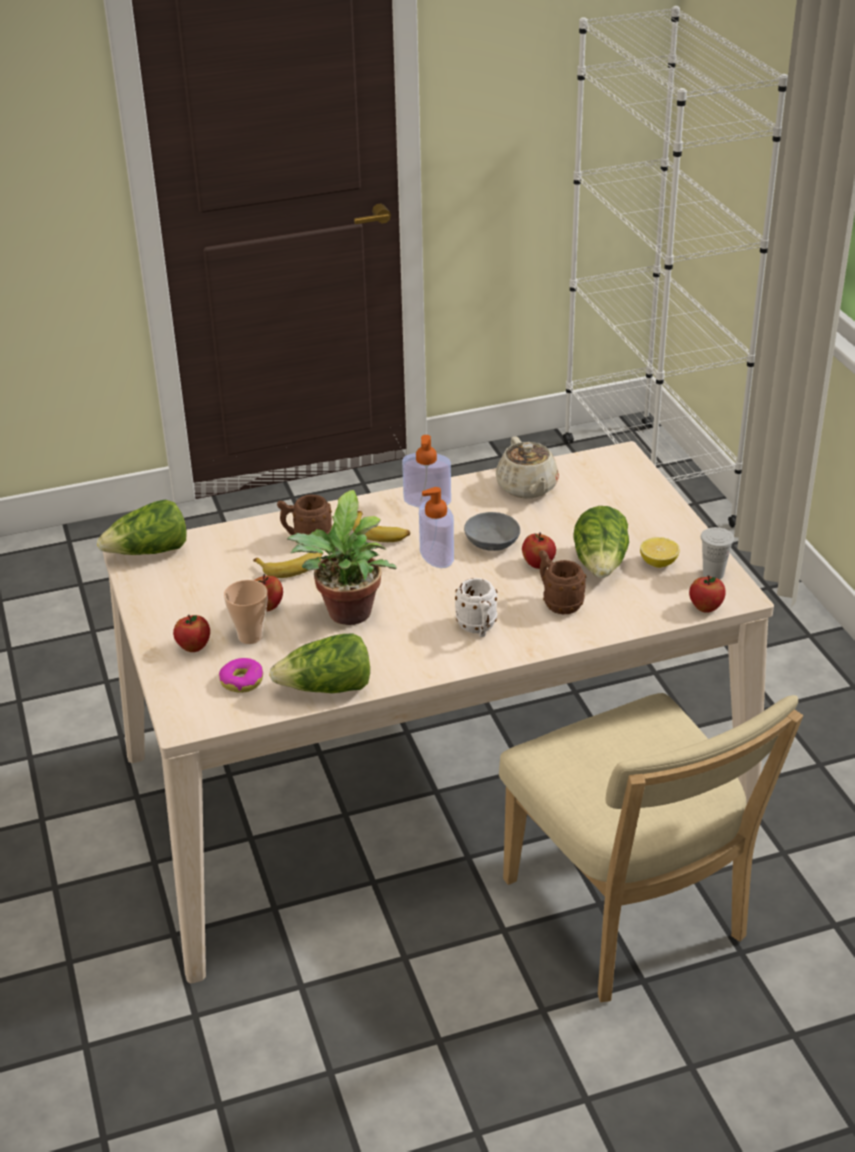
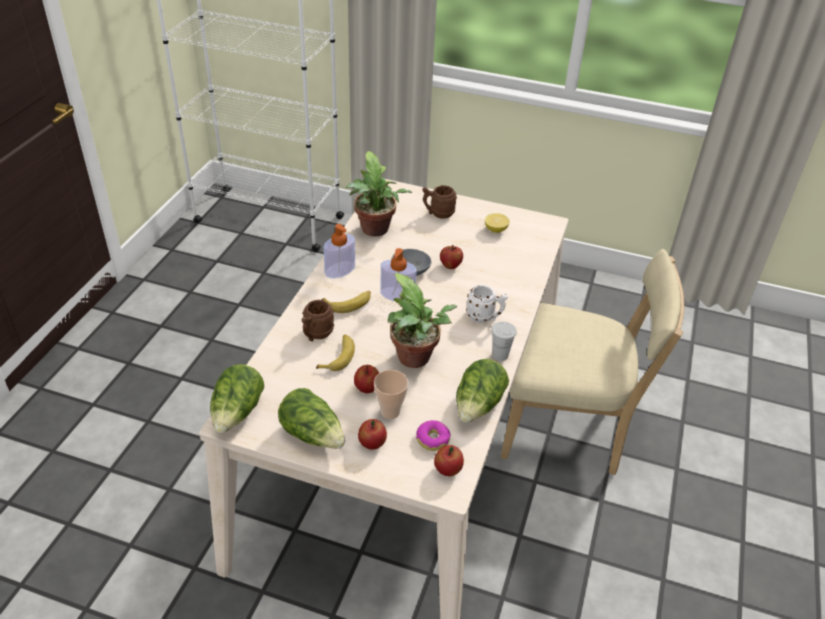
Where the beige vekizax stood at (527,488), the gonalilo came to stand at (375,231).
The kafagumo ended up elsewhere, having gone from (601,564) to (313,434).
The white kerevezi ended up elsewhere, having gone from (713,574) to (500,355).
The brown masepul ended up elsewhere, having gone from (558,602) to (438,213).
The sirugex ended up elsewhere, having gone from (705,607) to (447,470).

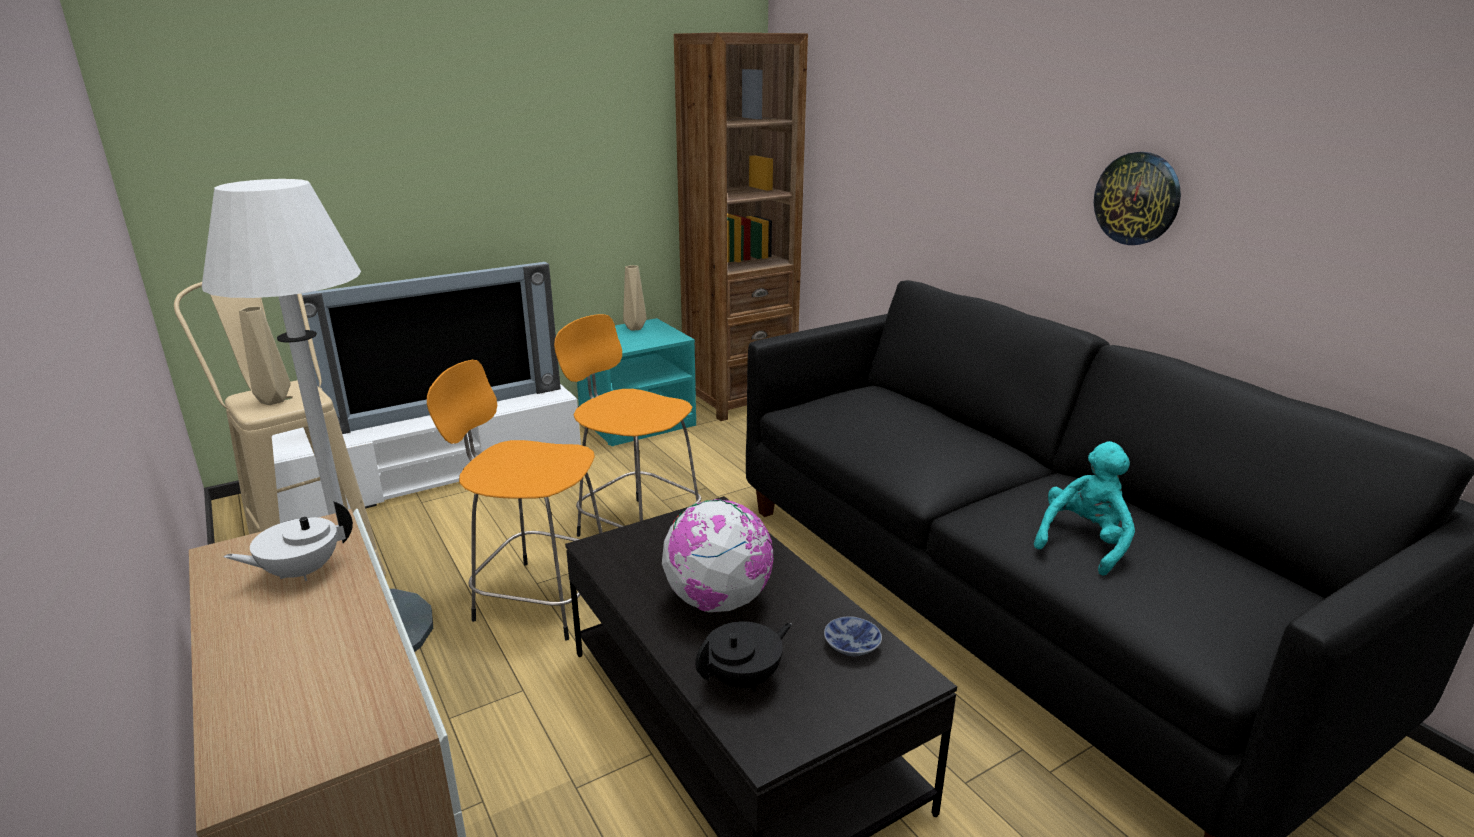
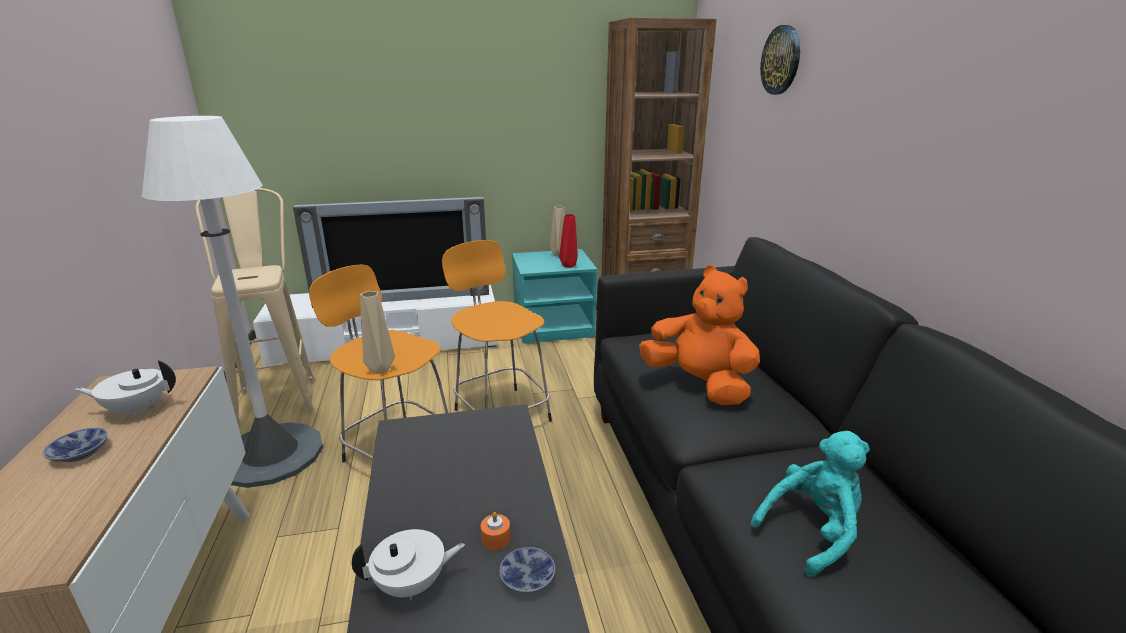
The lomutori ended up elsewhere, having gone from (1137,198) to (781,60).
The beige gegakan ended up elsewhere, having gone from (275,400) to (382,369).
The second view lost the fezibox at (718,601).
What was the black vekizax at (744,679) turned into the white vekizax at (412,585).
The second view gained the red gegakan at (568,266).
The second view gained the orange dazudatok at (699,384).
The second view gained the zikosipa at (82,452).
The second view gained the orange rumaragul at (496,539).

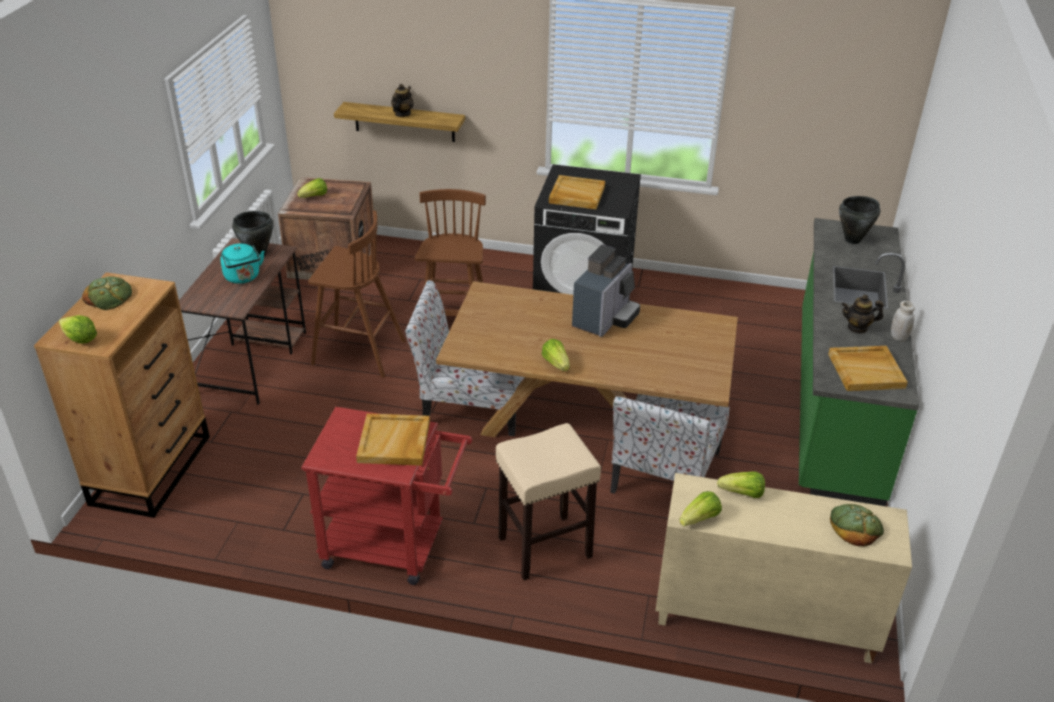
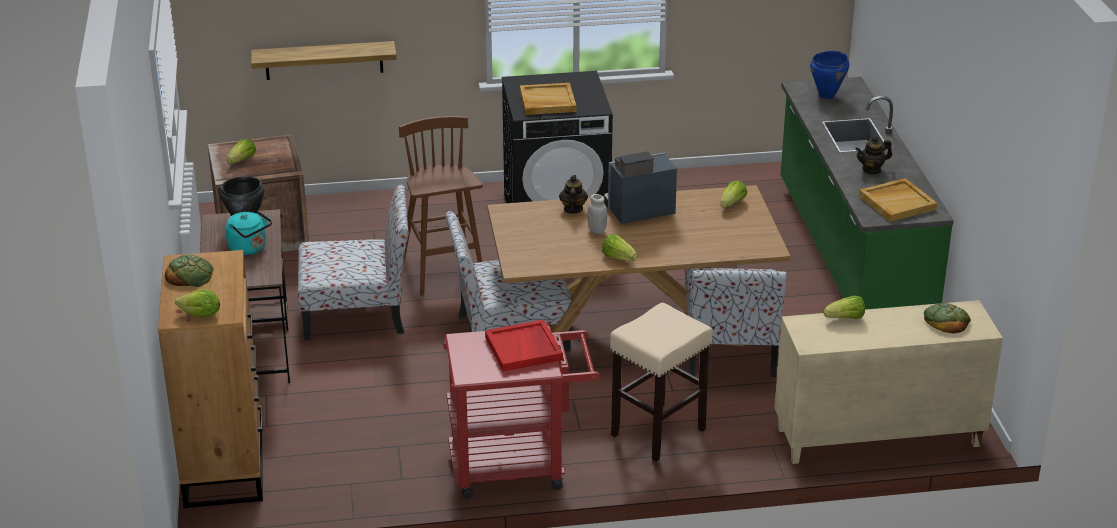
The vekizax ended up elsewhere, having gone from (402,114) to (573,209).
What was the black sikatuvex at (853,240) turned into the blue sikatuvex at (827,95).
Where the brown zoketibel stood at (357,352), the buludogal came to stand at (357,313).
The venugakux at (605,318) ended up facing another way, 120 degrees counterclockwise from before.
The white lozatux ended up elsewhere, having gone from (898,337) to (597,230).
What was the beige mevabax at (394,442) turned into the red mevabax at (524,348).
The kafagumo ended up elsewhere, having gone from (700,519) to (732,204).

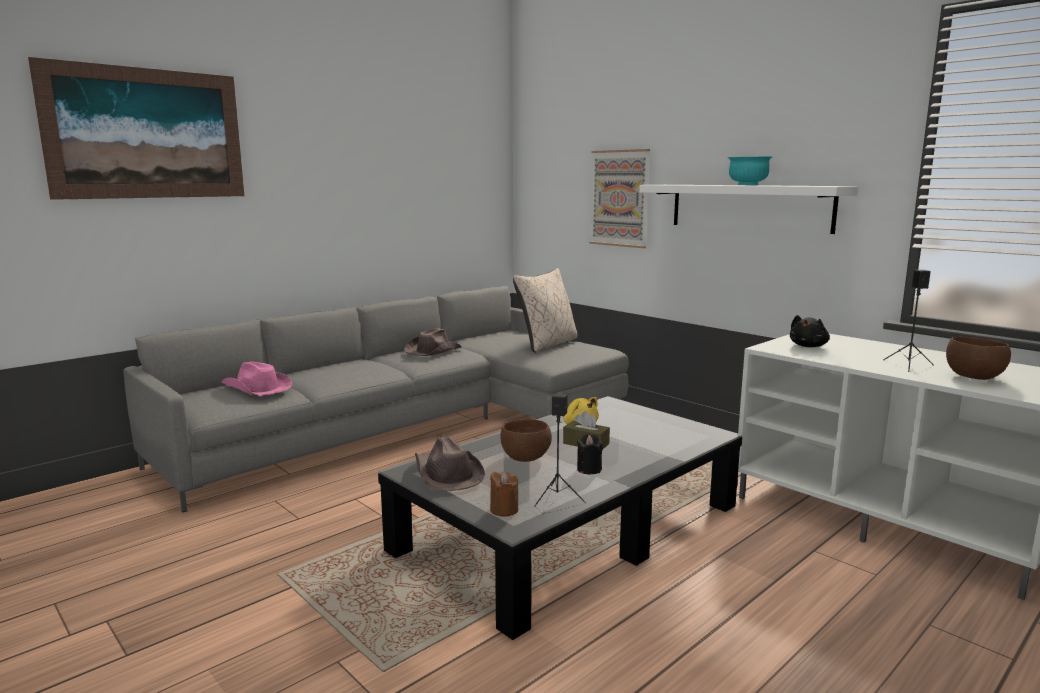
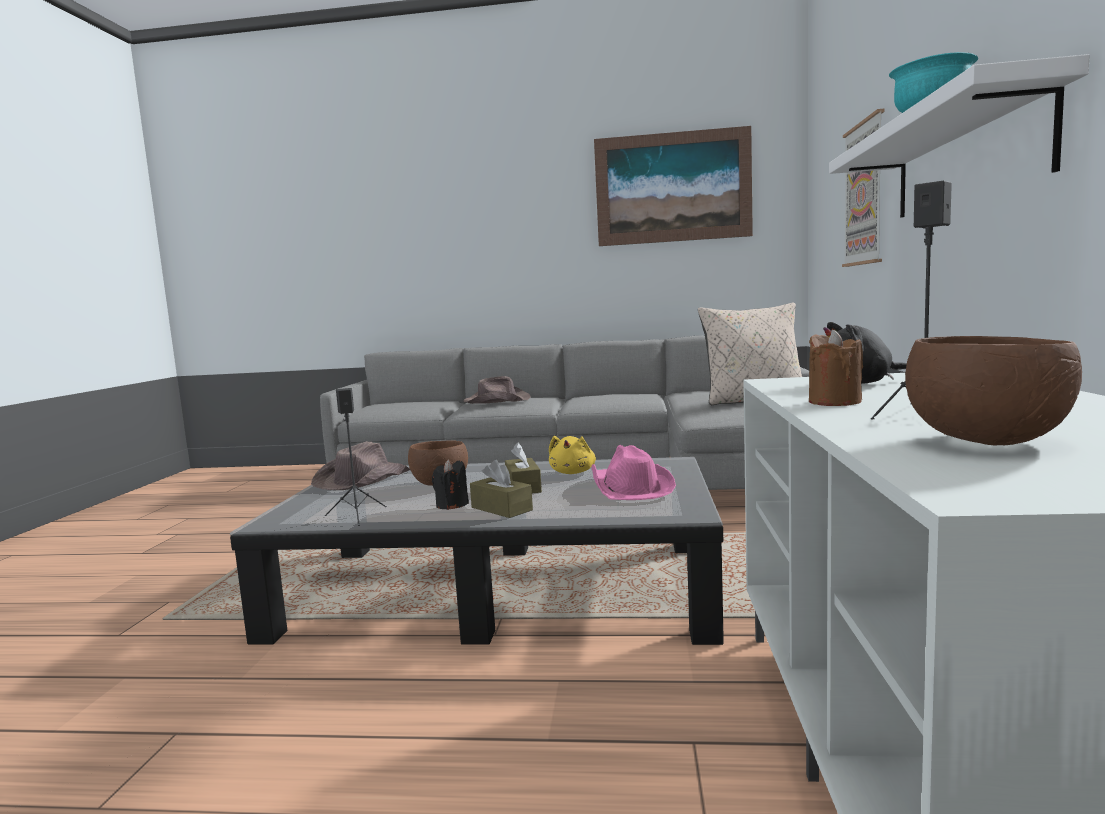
The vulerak ended up elsewhere, having gone from (147,134) to (672,187).
The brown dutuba ended up elsewhere, having gone from (432,350) to (496,400).
The pink dutuba ended up elsewhere, having gone from (256,388) to (629,488).
The brown rumaragul ended up elsewhere, having gone from (504,510) to (834,402).
The second view gained the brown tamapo at (501,508).

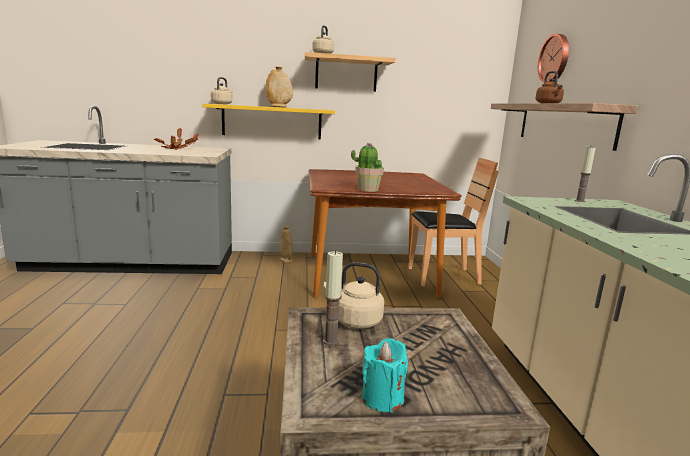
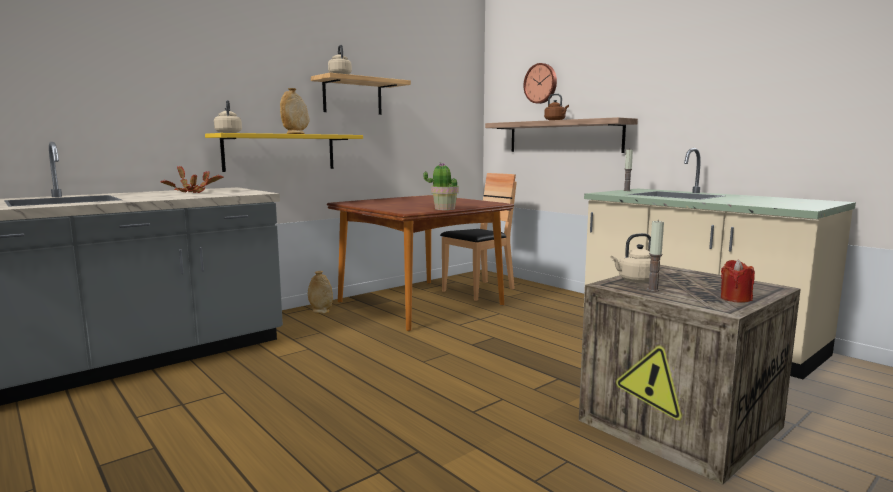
What was the turquoise rumaragul at (382,398) turned into the red rumaragul at (735,299).

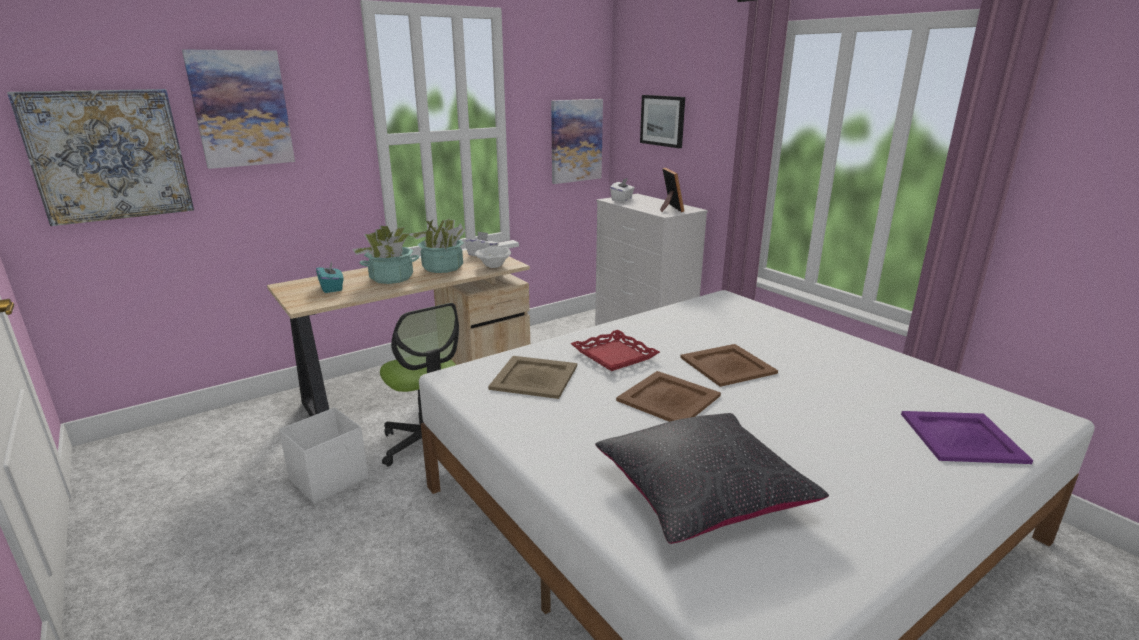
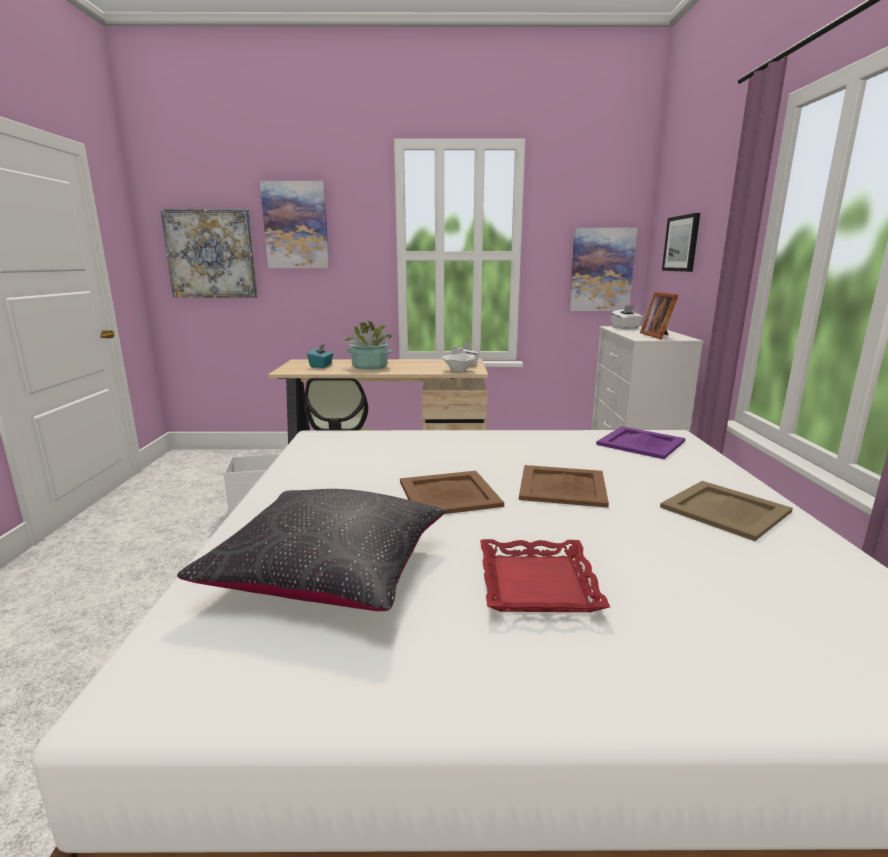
The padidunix at (669,208) ended up facing another way, 150 degrees clockwise from before.
The second view lost the gonalilo at (443,267).
The red mevabax ended up elsewhere, having gone from (613,355) to (536,583).
The beige mevabax ended up elsewhere, having gone from (534,377) to (725,510).
The purple mevabax ended up elsewhere, having gone from (961,438) to (640,443).

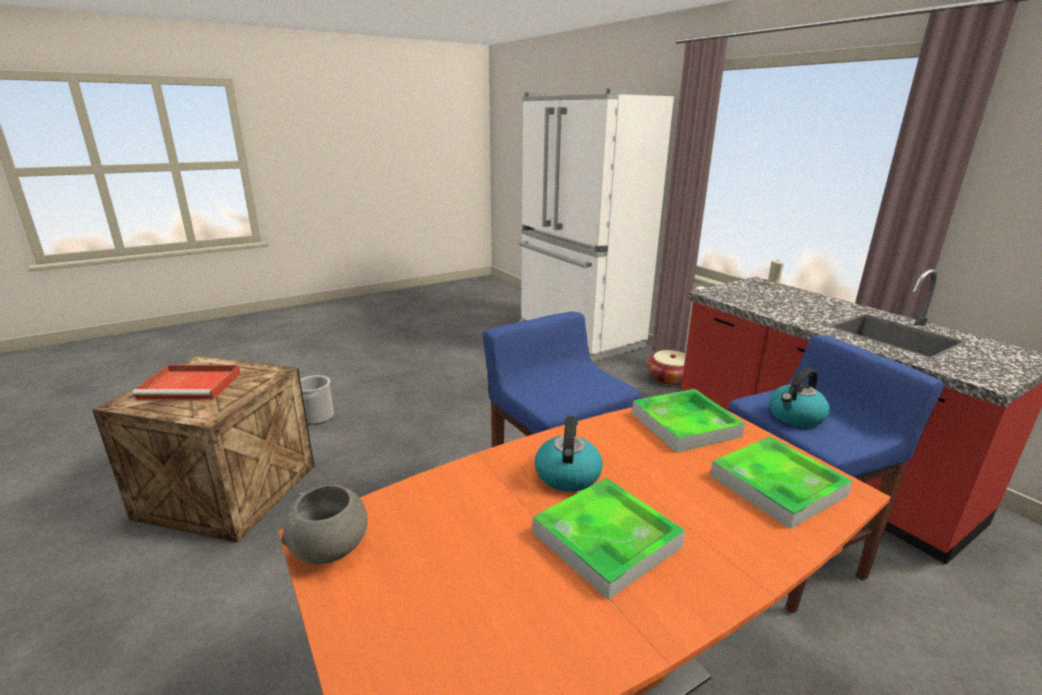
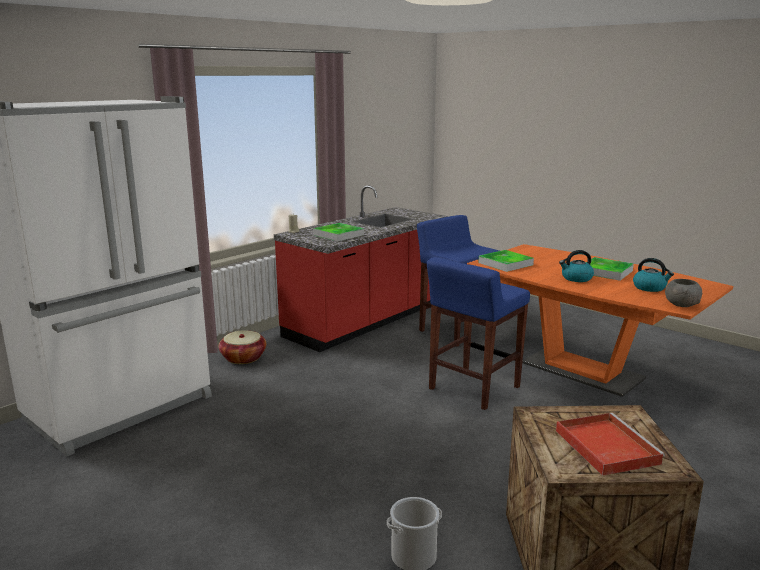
The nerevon ended up elsewhere, having gone from (795,417) to (650,288).
The mevabax ended up elsewhere, having gone from (777,485) to (338,235).

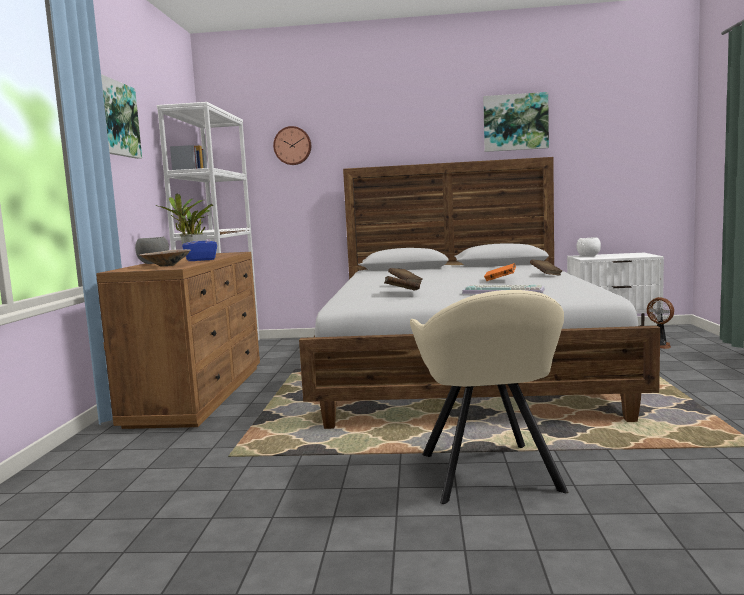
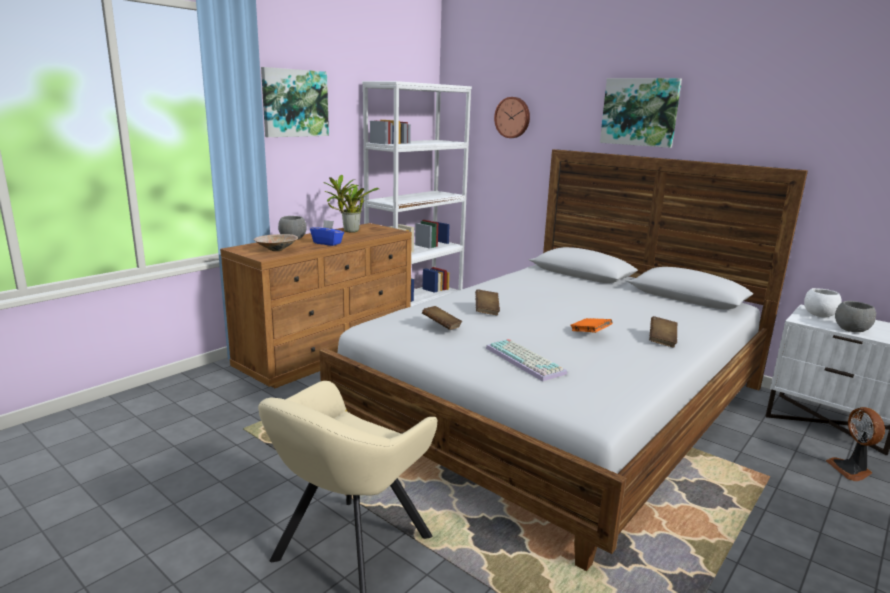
The vulerak ended up elsewhere, having gone from (515,122) to (640,112).
The second view gained the grey zikosipa at (850,329).

